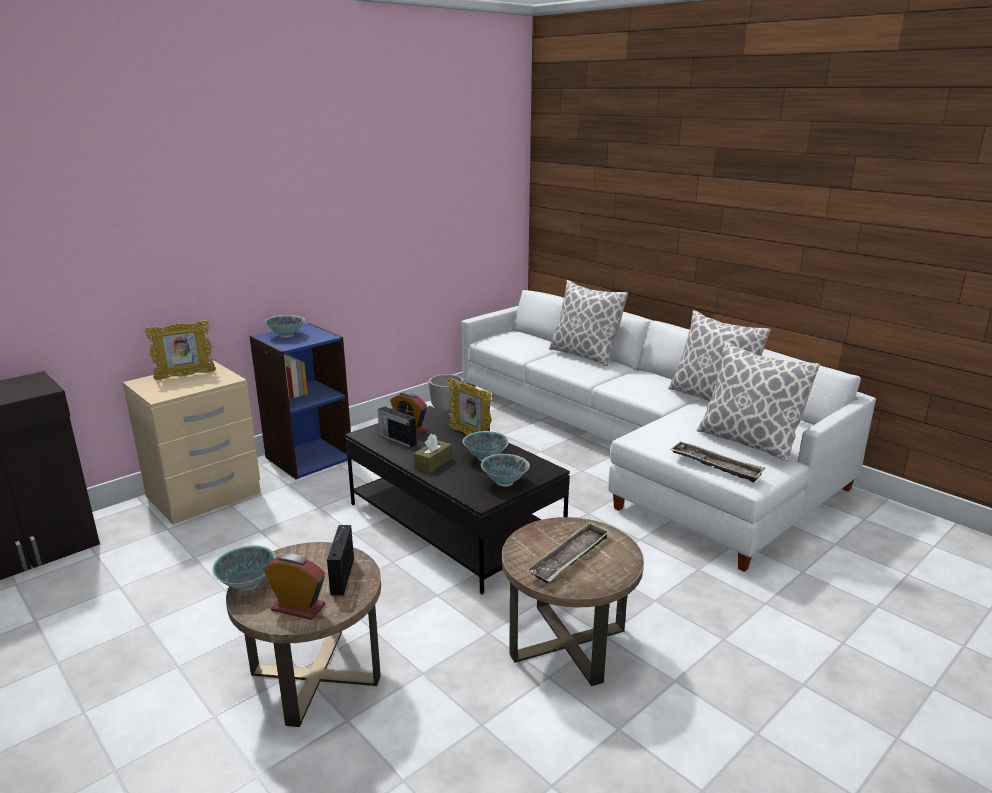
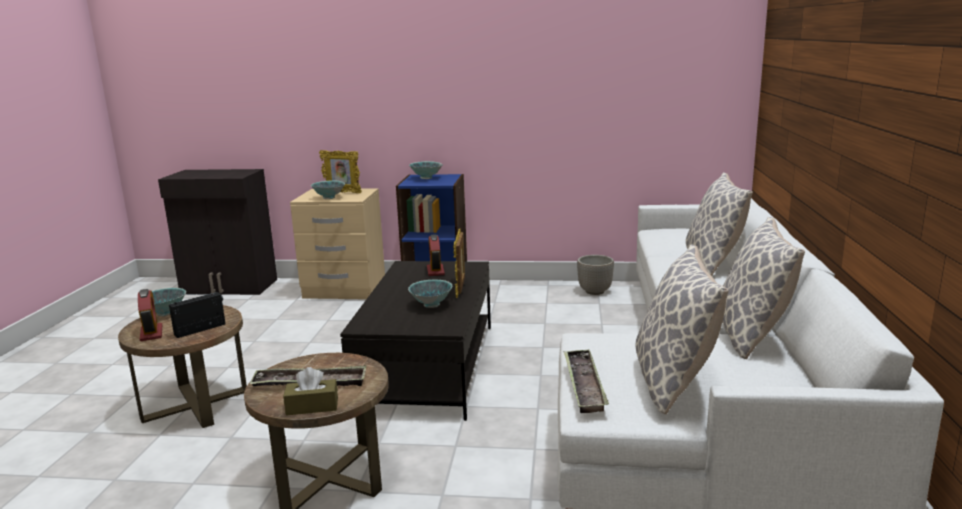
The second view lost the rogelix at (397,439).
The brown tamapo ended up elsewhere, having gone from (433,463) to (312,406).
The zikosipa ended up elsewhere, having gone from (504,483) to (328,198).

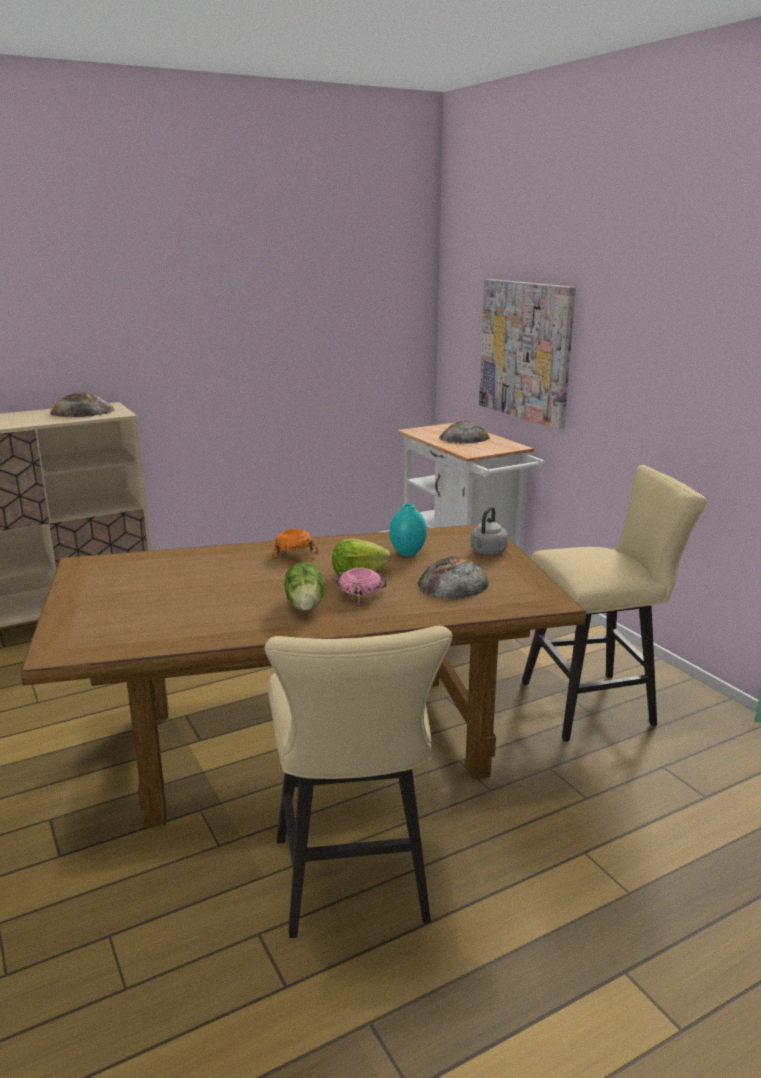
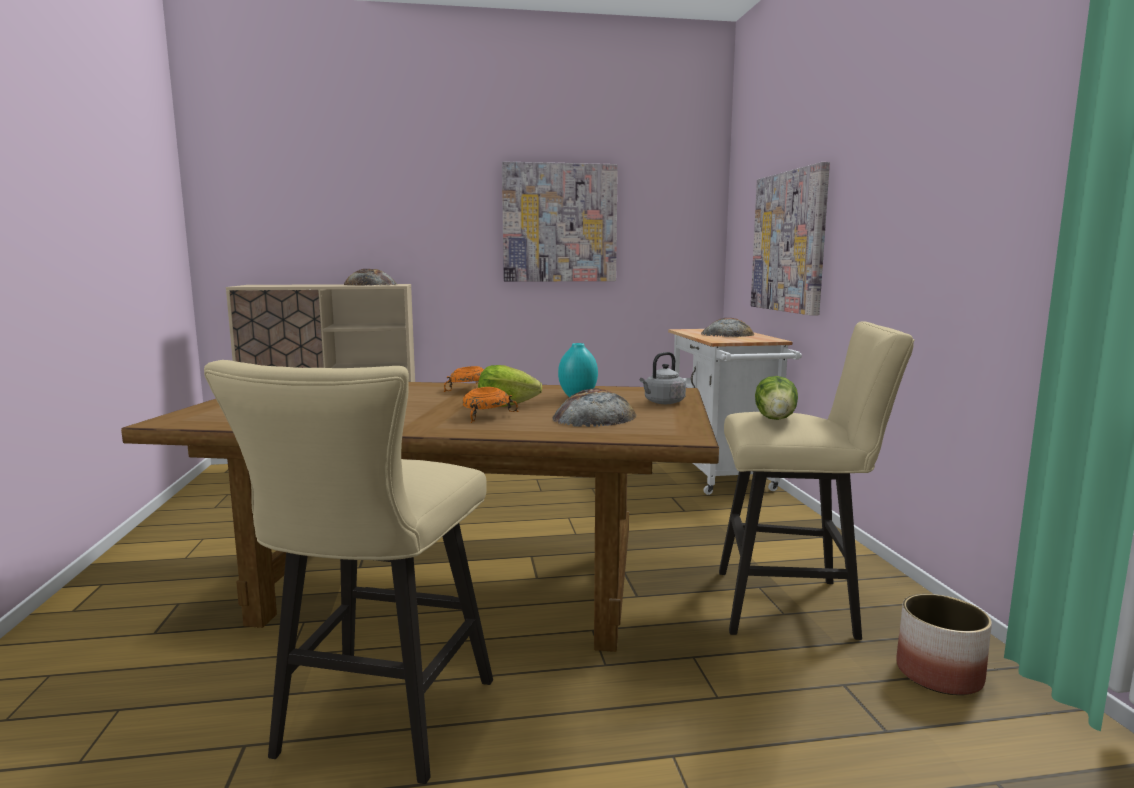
The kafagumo ended up elsewhere, having gone from (306,605) to (776,419).
What was the pink zikosipa at (360,595) turned into the orange zikosipa at (486,416).
The second view gained the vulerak at (559,223).
The second view gained the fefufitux at (939,675).

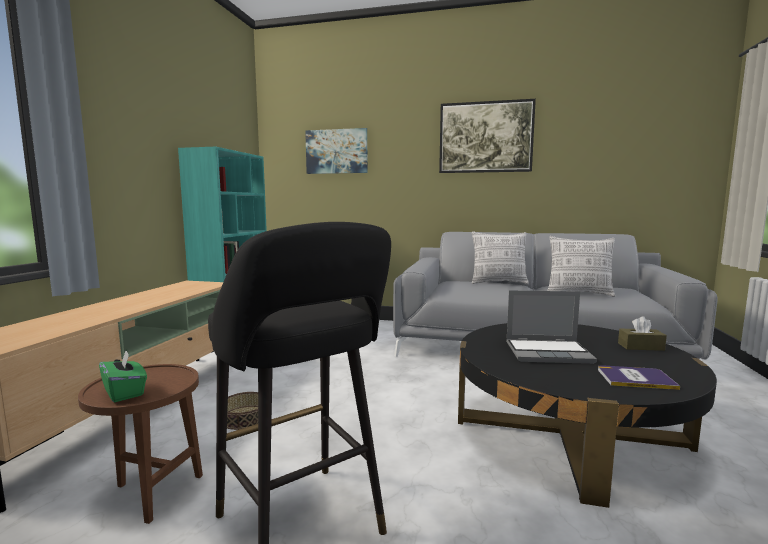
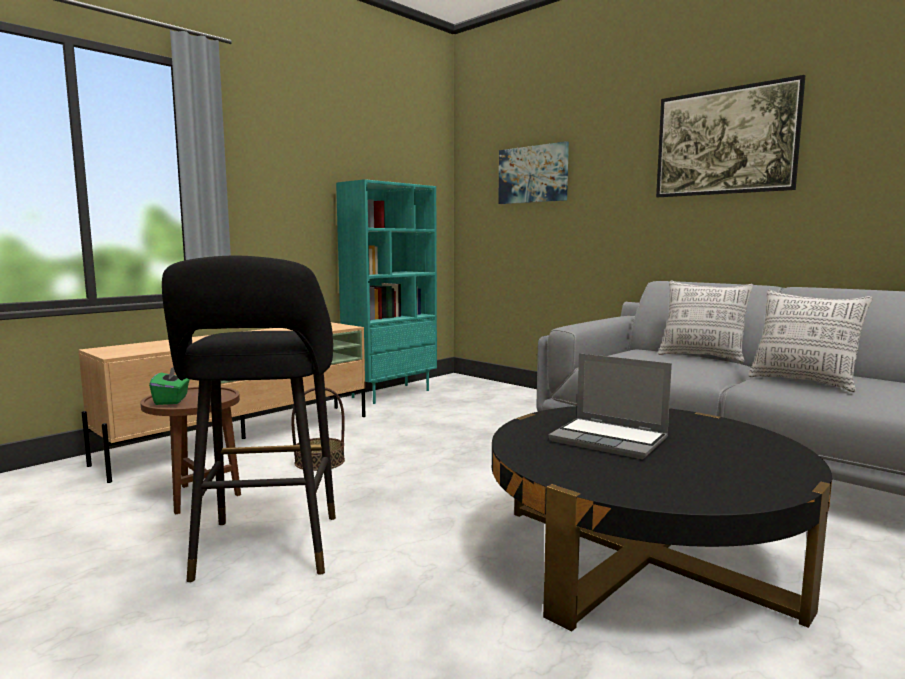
The second view lost the brown tamapo at (640,347).
The second view lost the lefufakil at (635,378).

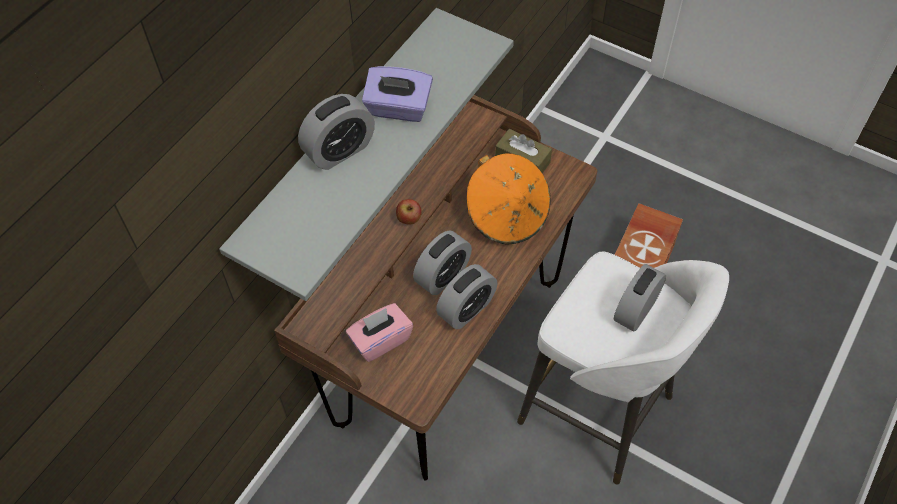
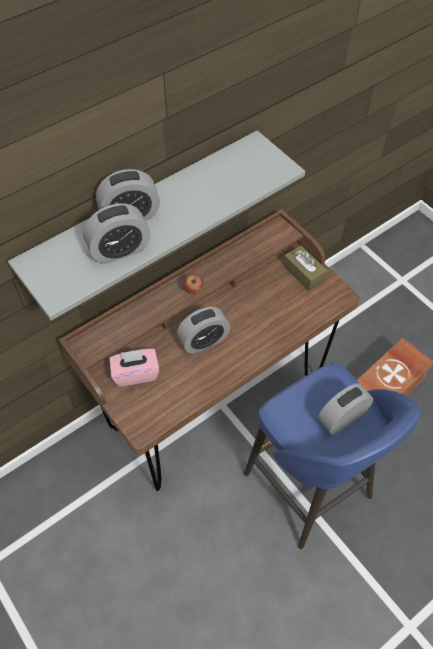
The second view lost the purple tamapo at (398,109).
The second view lost the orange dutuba at (507,215).
What was the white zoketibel at (599,412) turned into the blue zoketibel at (310,488).
The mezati ended up elsewhere, having gone from (466,309) to (119,250).

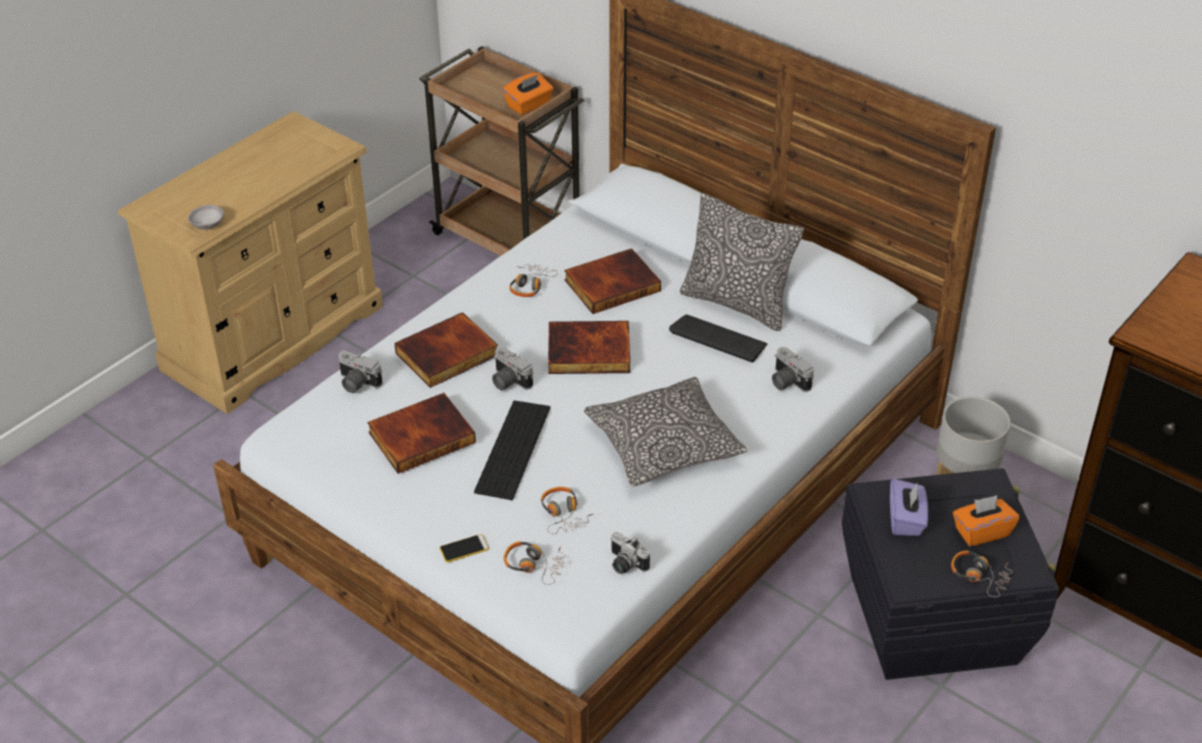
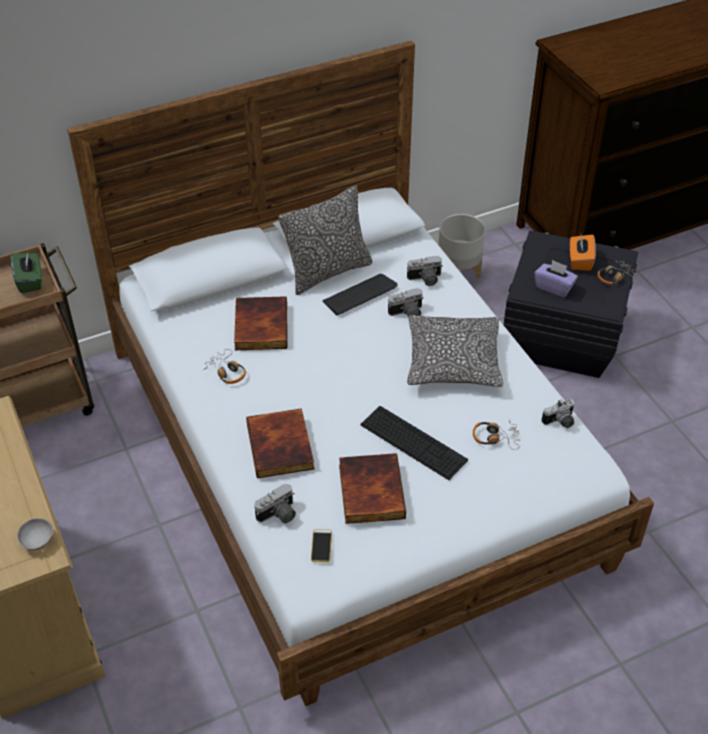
What was the orange tamapo at (529,105) turned into the green tamapo at (30,281).
The second view lost the lefufakil at (588,353).
The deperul ended up elsewhere, having gone from (507,381) to (407,313).
The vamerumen ended up elsewhere, having gone from (464,549) to (321,546).
The second view lost the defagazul at (534,565).

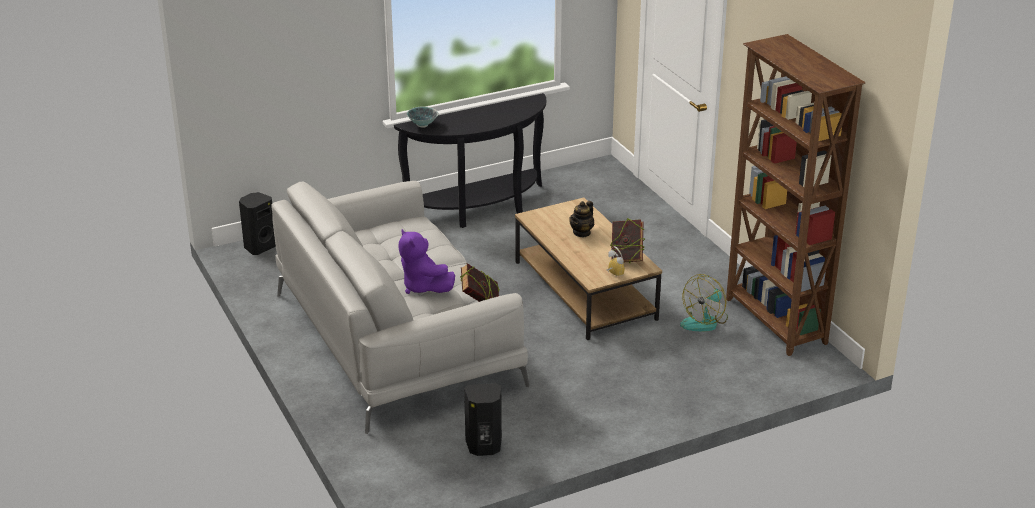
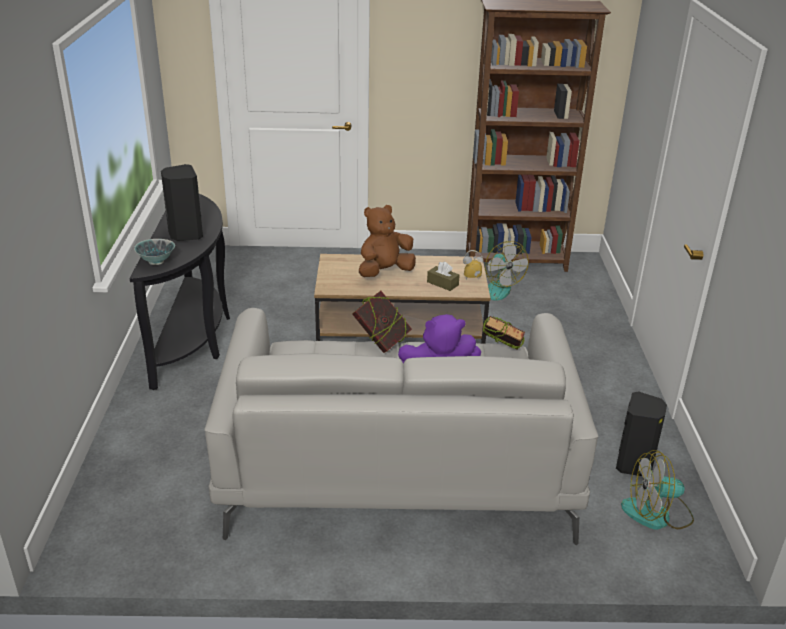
The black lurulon ended up elsewhere, having gone from (259,247) to (185,234).
Where the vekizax stood at (582,232), the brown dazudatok came to stand at (384,272).
The lefufakil ended up elsewhere, having gone from (626,258) to (381,342).
The second view gained the brown tamapo at (442,283).
The second view gained the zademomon at (657,514).

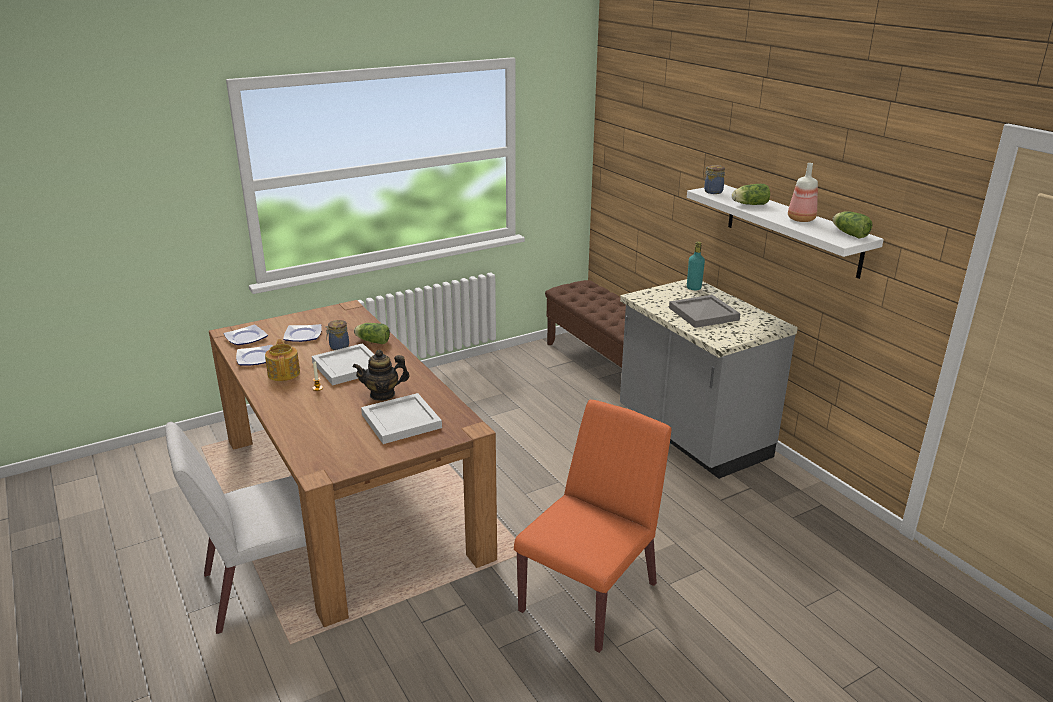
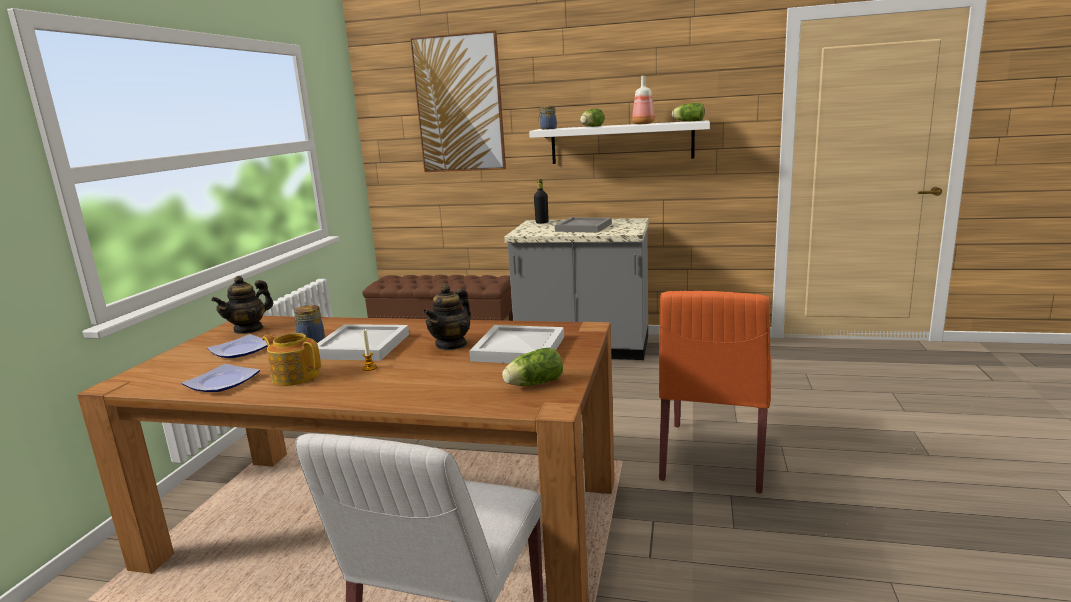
What was the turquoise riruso at (693,288) turned into the black riruso at (542,222).
The kafagumo ended up elsewhere, having gone from (372,341) to (532,384).
The second view lost the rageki at (245,338).
The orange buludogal at (590,596) ended up facing another way, 150 degrees counterclockwise from before.
The second view gained the vulerak at (459,104).
The second view gained the vekizax at (249,329).

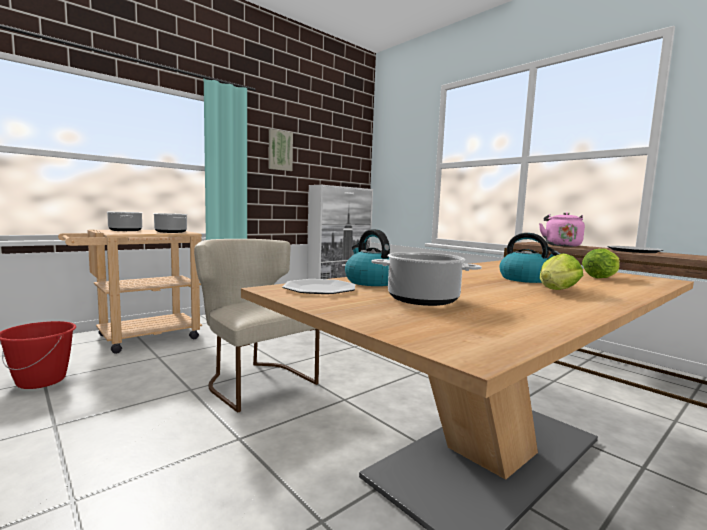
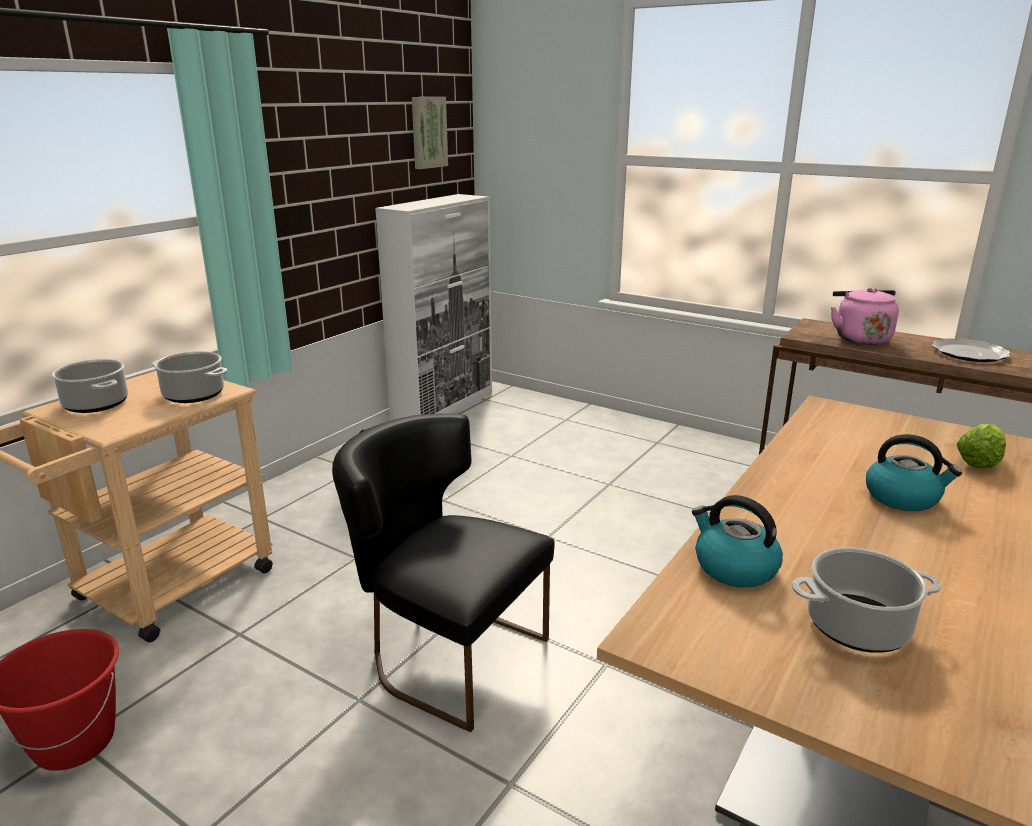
The vulerak ended up elsewhere, having gone from (279,150) to (428,132).
What was the beige buludogal at (254,380) turned into the black buludogal at (446,655).
The second view lost the kafagumo at (556,291).
The second view lost the rageki at (319,289).

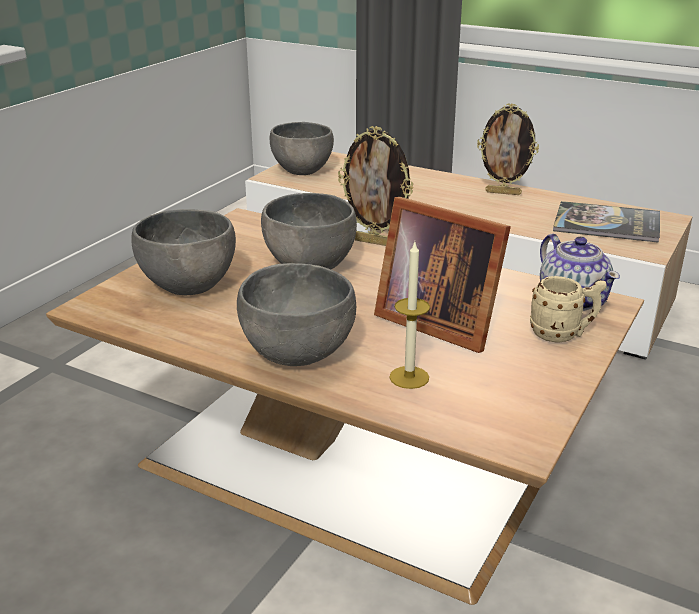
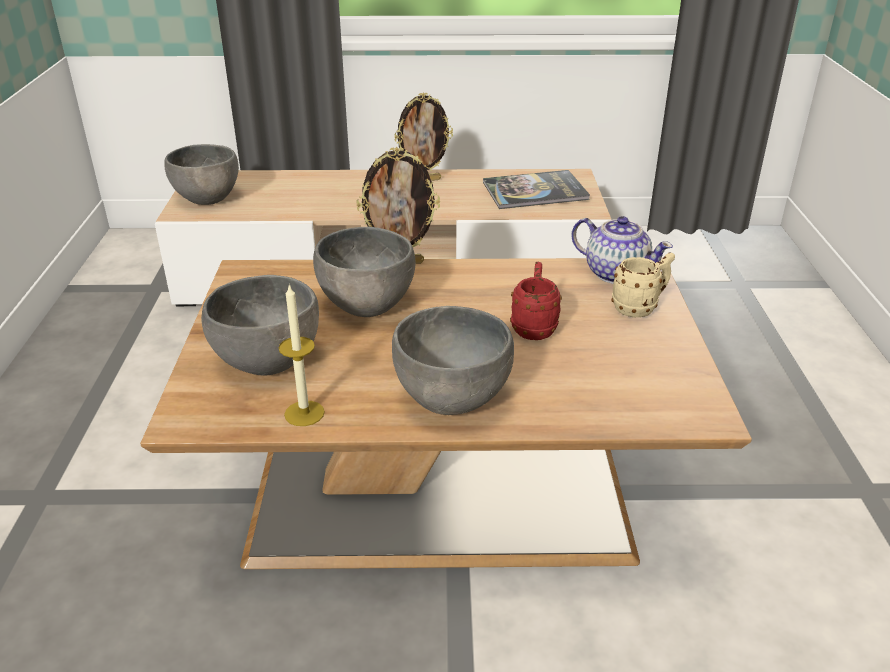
Where the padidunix stood at (436,321), the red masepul came to stand at (534,327).
The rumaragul ended up elsewhere, having gone from (409,377) to (304,413).

